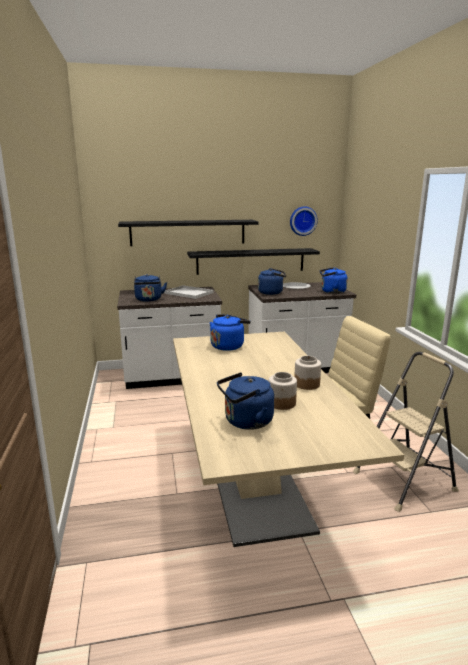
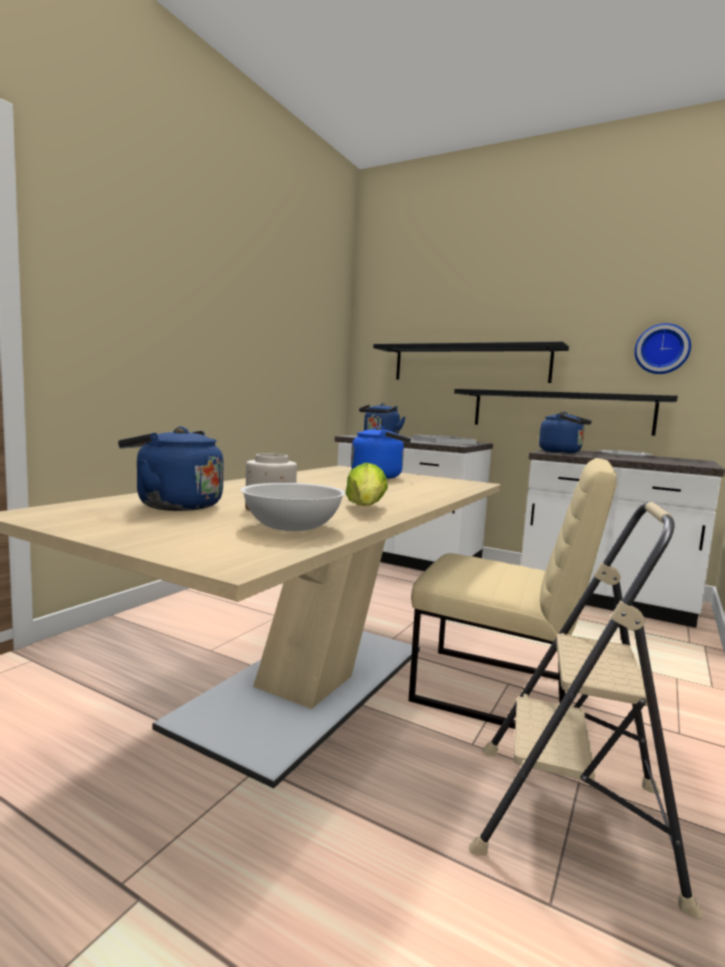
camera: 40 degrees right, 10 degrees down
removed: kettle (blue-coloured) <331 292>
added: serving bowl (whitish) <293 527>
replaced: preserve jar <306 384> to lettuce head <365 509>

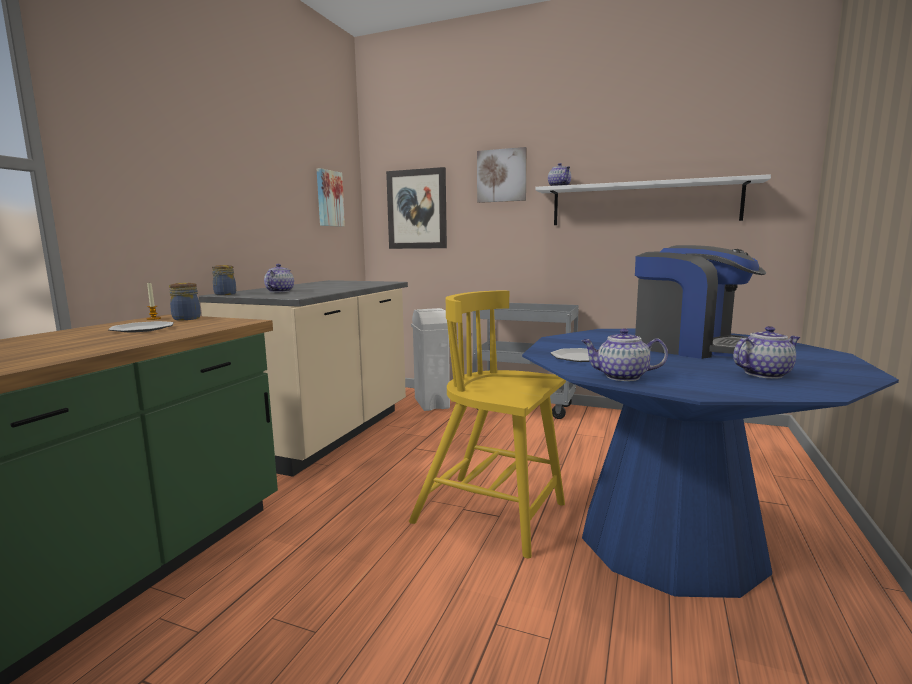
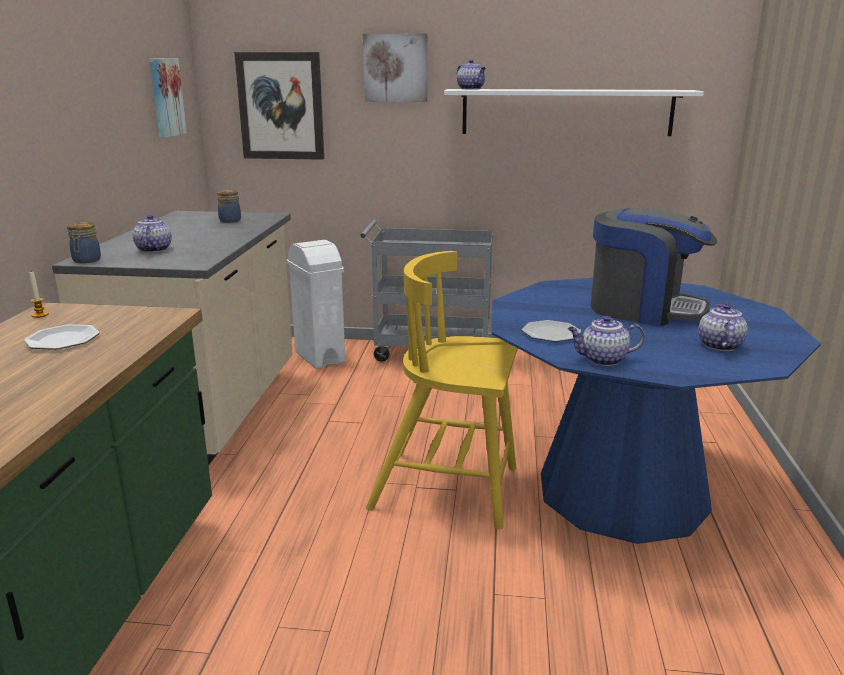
camera: 15 degrees left, 10 degrees up
moved: preserve jar <186 318> to <229 220>
turned: tea pot <764 374> = <719 345> 45 degrees counterclockwise

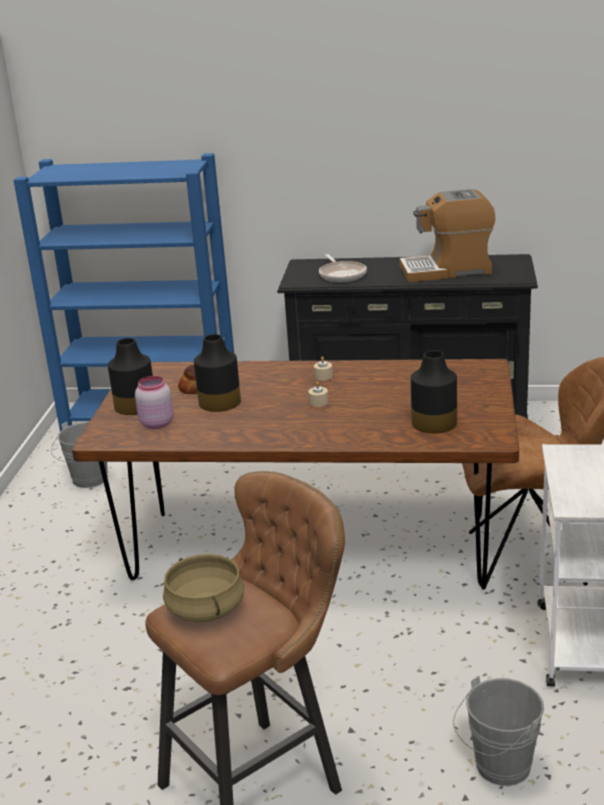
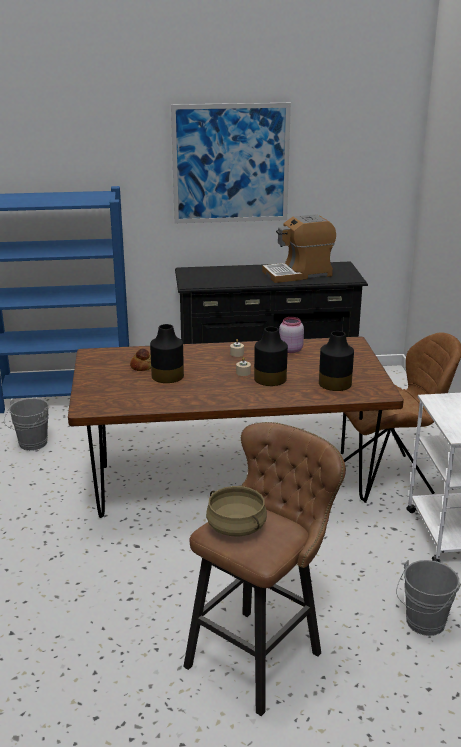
camera: 15 degrees left, 0 degrees up
removed: skillet <342 274>
added: wall art <231 164>
moved: decorative vase (blackish) <134 405> to <269 378>; preserve jar (pinkish) <156 423> to <290 350>

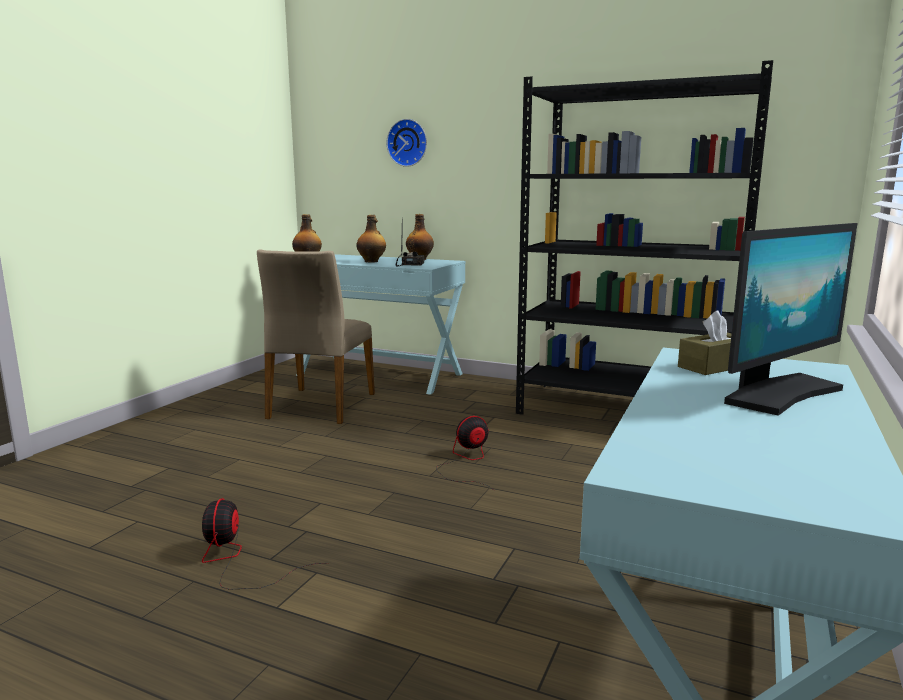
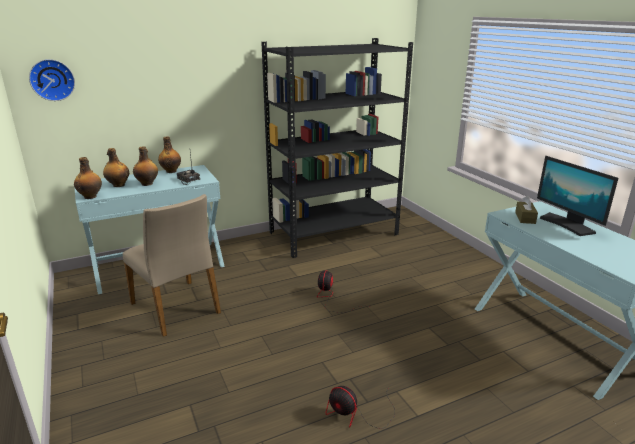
camera: 50 degrees left, 10 degrees up
added: beverage bottle <118 185>
moved: hanging clock <408 143> to <52 80>
turned: computer display <779 394> = <567 224> 150 degrees clockwise

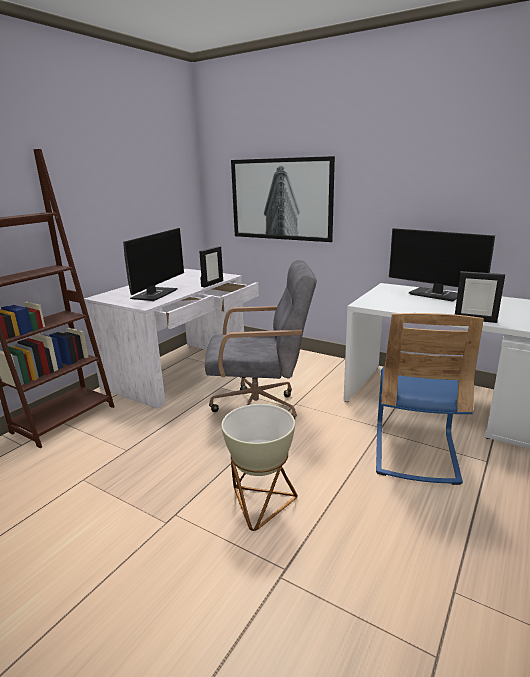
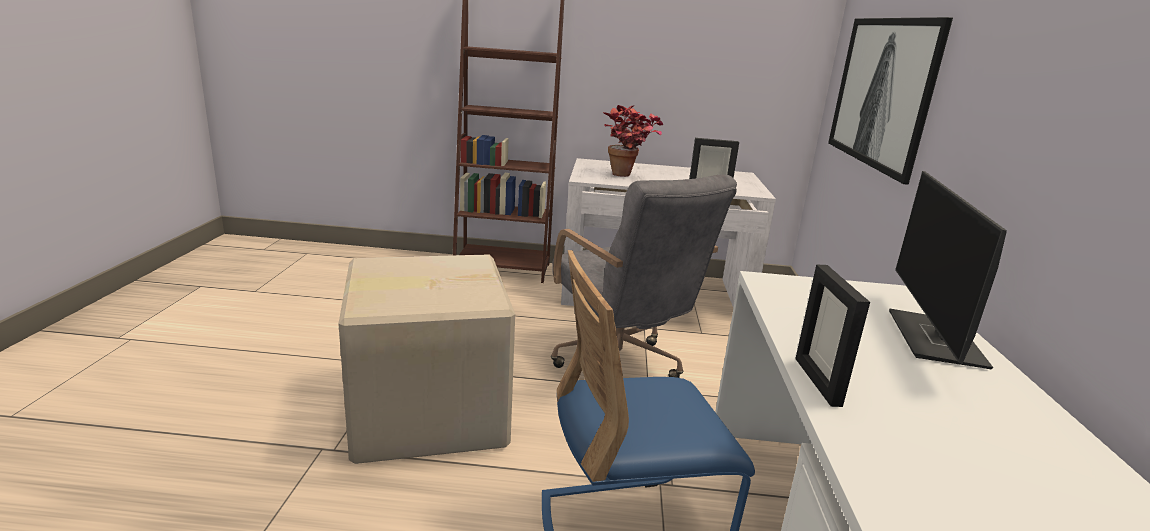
camera: 60 degrees right, 0 degrees up
replaced: plant pot <260 506> to packing box <426 411>; computer display <155 294> to houseplant <627 176>

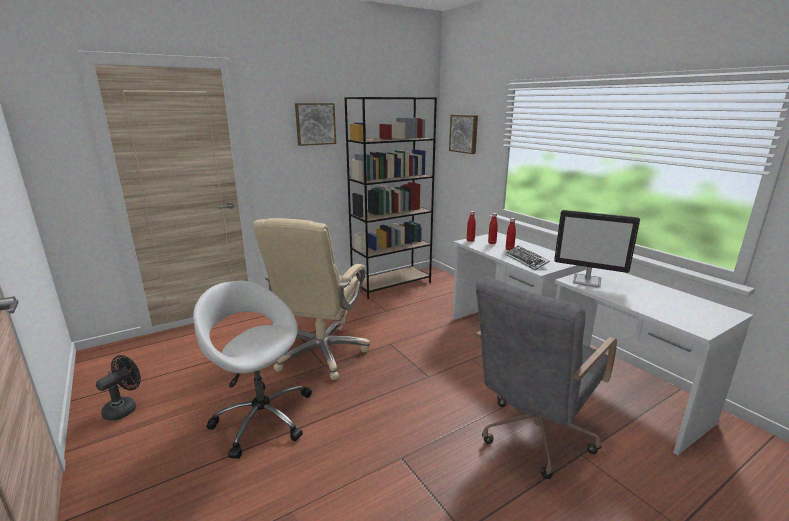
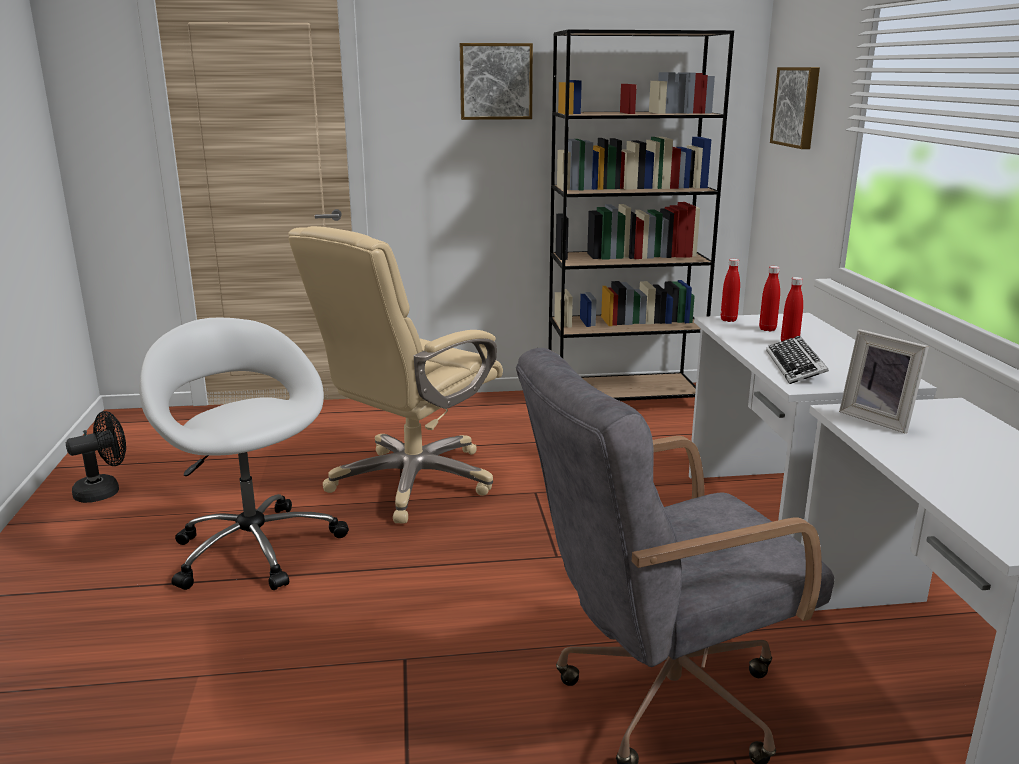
camera: 25 degrees right, 0 degrees up
replaced: computer display <587 281> to picture frame <879 419>

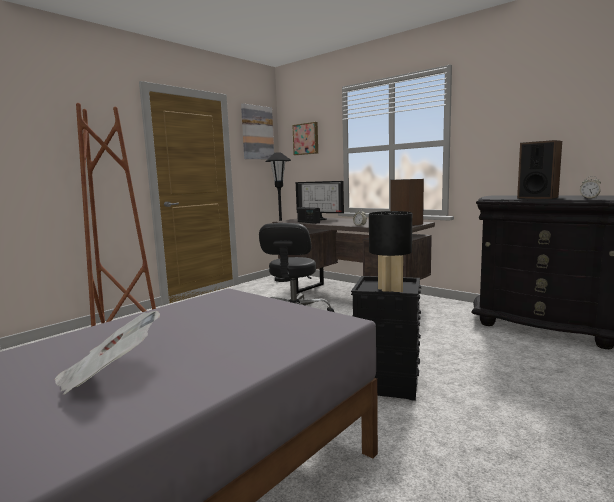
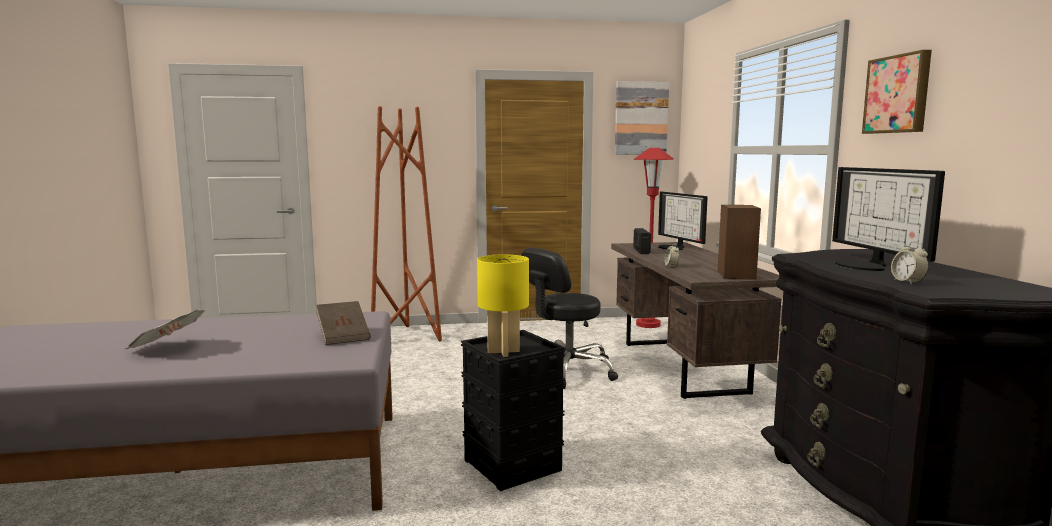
camera: 40 degrees right, 0 degrees up
added: book (brownish) <343 336>
moved: wall art <306 139> to <898 94>
replaced: loudspeaker <537 197> to computer display <865 265>
recoloured: lamp for a table (blackish) <390 290> to lamp for a table (yellowish) <503 352>; floor lamp (blackish) <283 279> to floor lamp (reddish) <648 324>

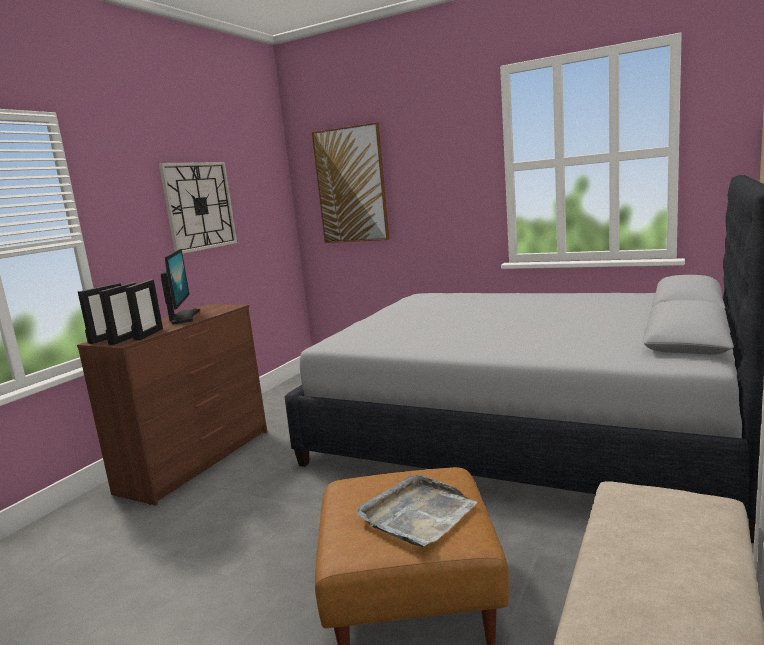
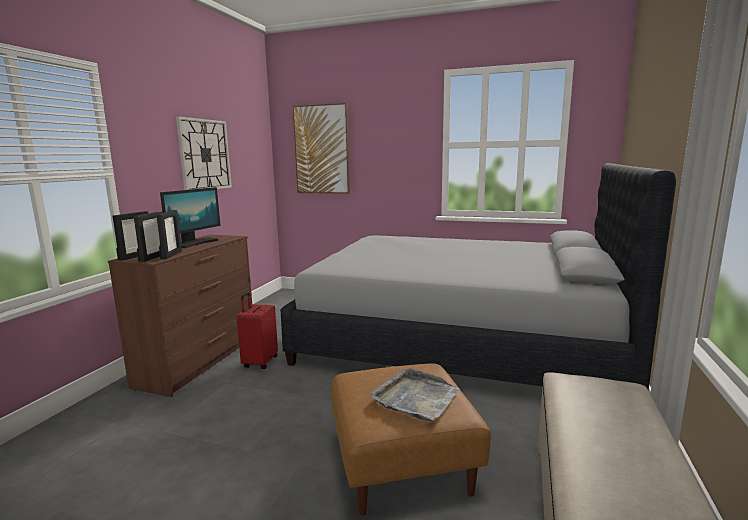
camera: 10 degrees left, 0 degrees up
added: travel case (reddish) <259 362>
turned: computer display <183 317> = <195 243> 45 degrees clockwise

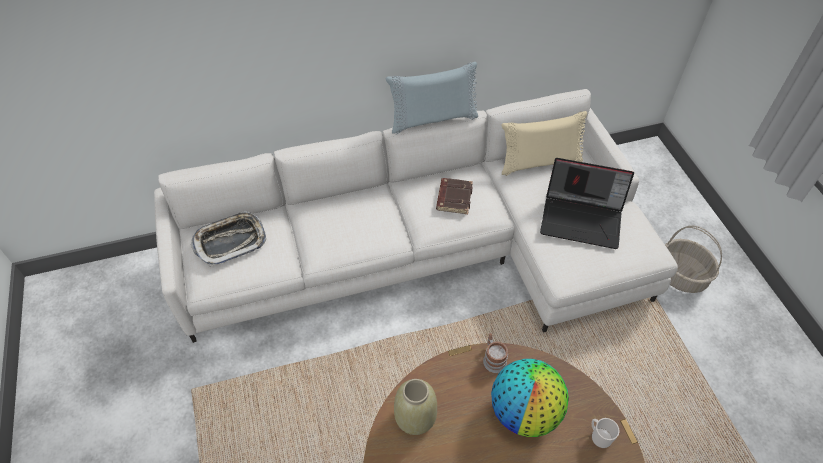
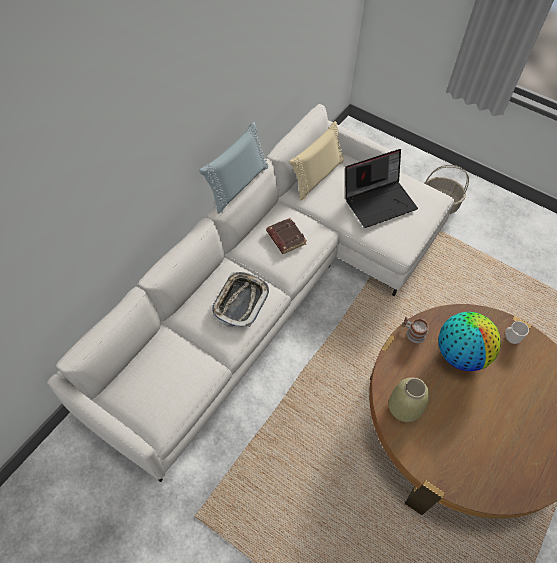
camera: 40 degrees left, 5 degrees up
moved: serving tray <230 241> to <240 301>

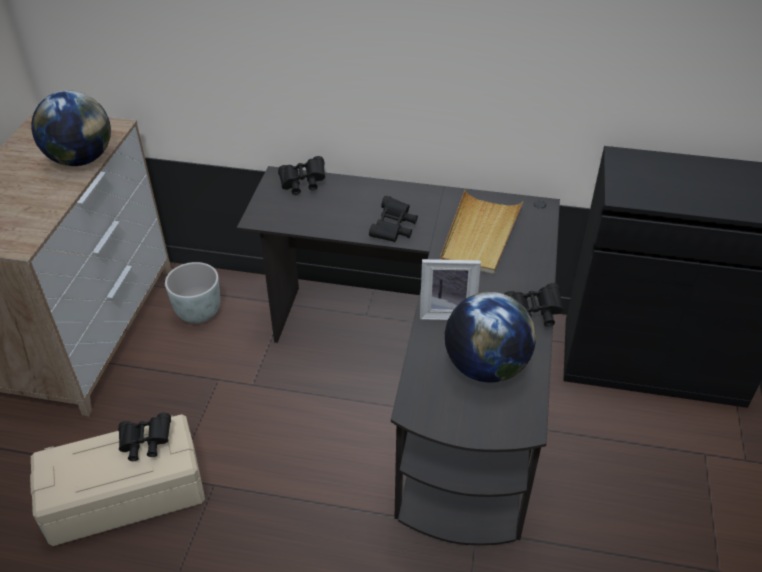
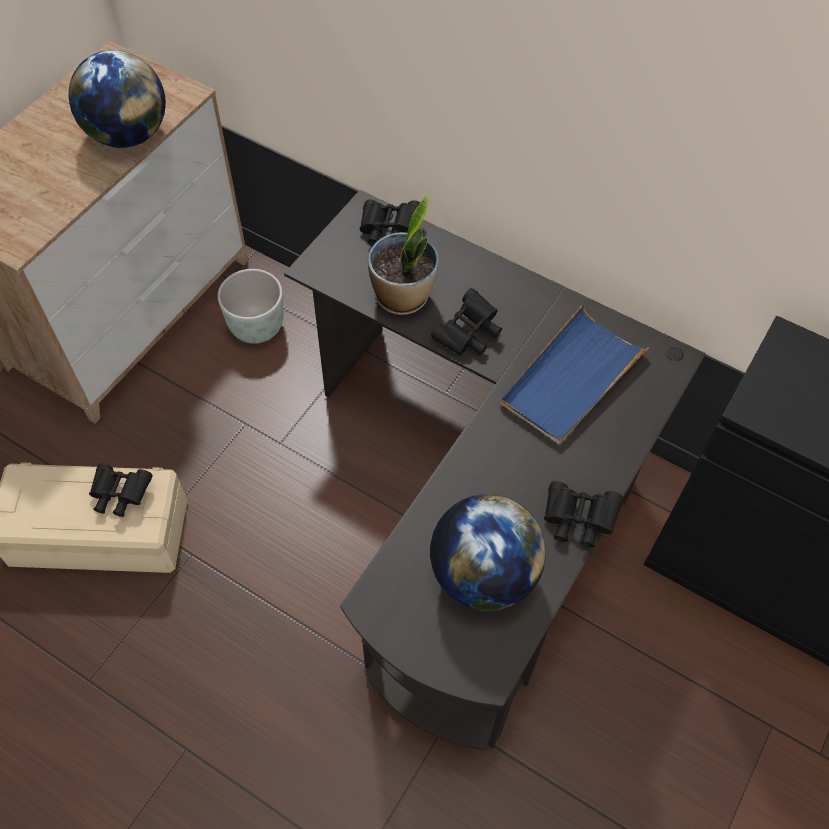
camera: 20 degrees right, 15 degrees up
removed: picture frame <447 311>
added: houseplant <403 296>
recoloured: serving tray (sand-coloured) <480 235> to serving tray (blue-coloured) <571 378>

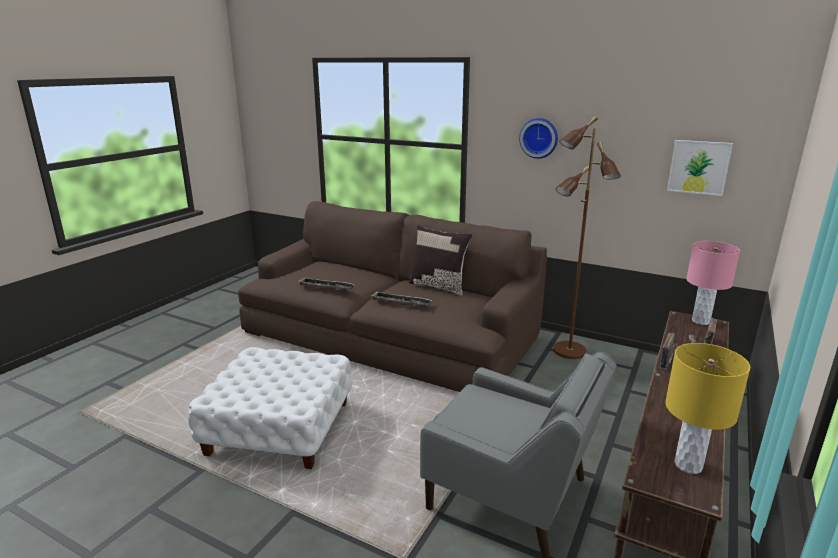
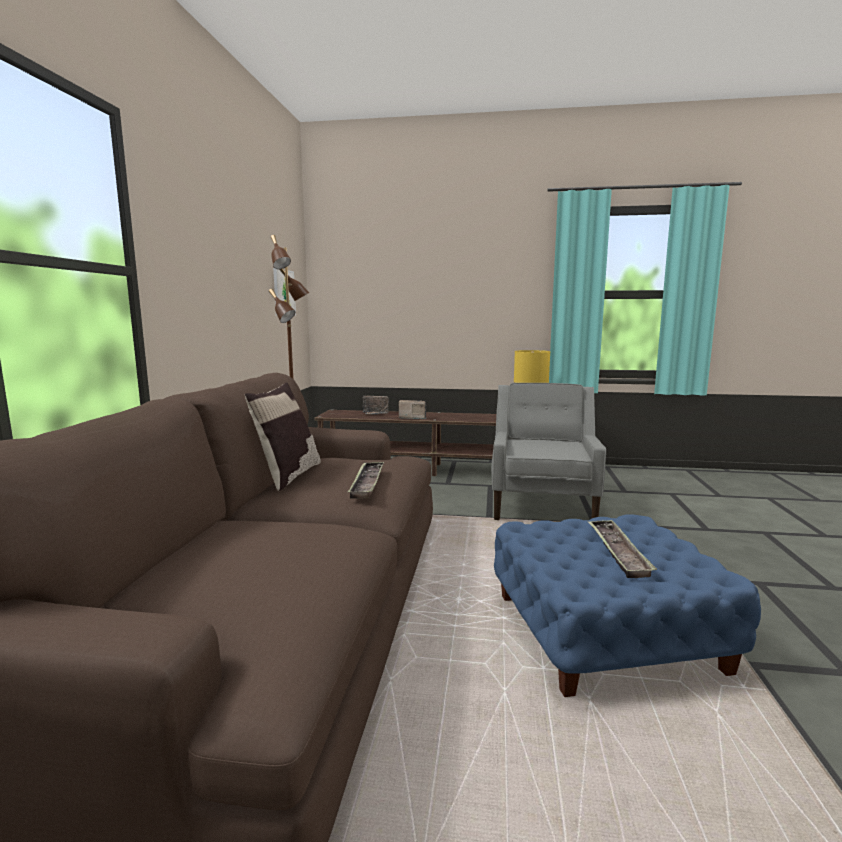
camera: 110 degrees left, 10 degrees down
removed: hanging clock <539 138>; lamp for a table (pinkish) <700 321>
moved: serving tray <326 287> to <617 552>
recoloured: footrest (whitish) <279 428> to footrest (blue-coloured) <605 632>

